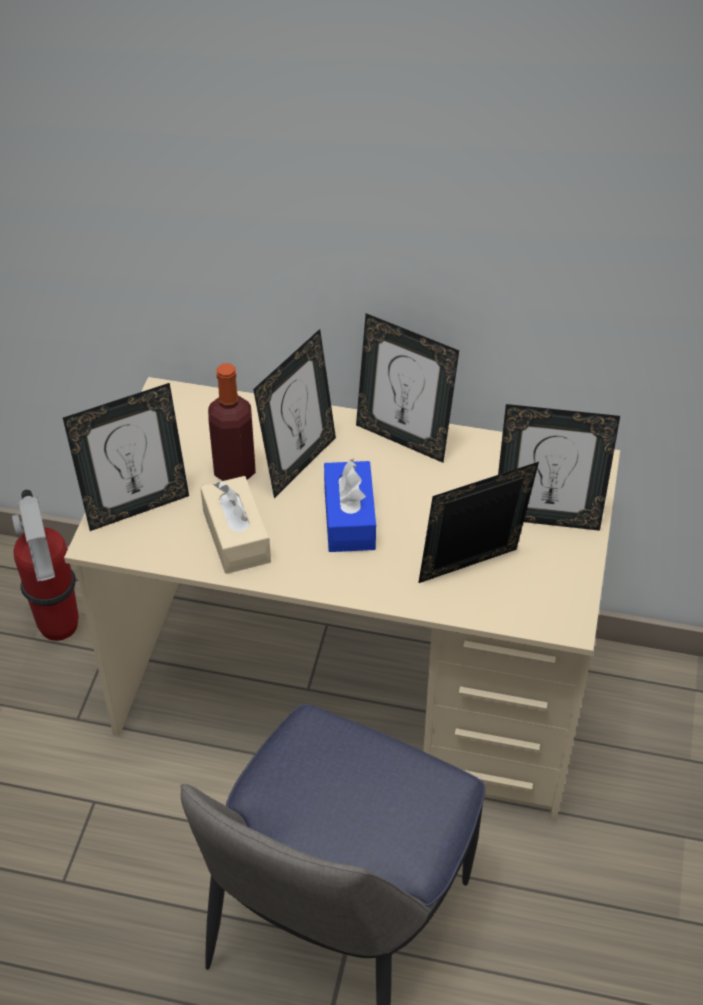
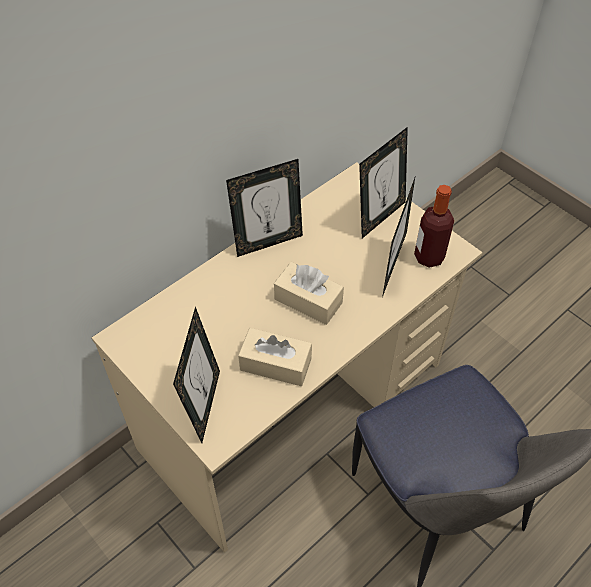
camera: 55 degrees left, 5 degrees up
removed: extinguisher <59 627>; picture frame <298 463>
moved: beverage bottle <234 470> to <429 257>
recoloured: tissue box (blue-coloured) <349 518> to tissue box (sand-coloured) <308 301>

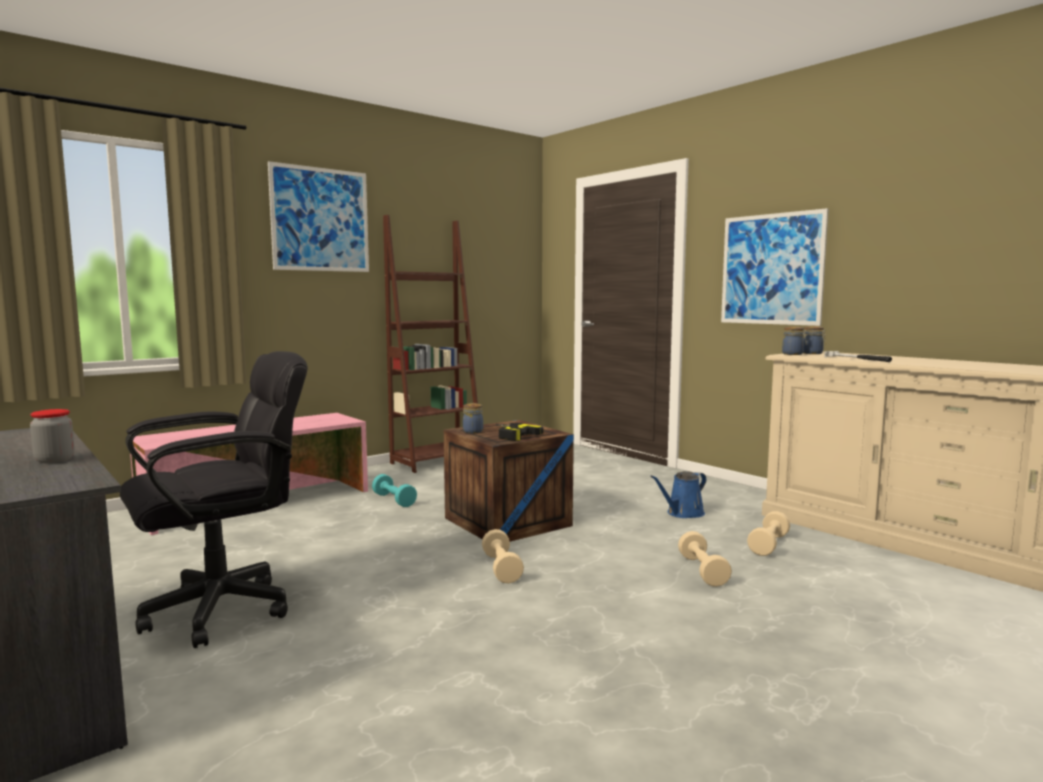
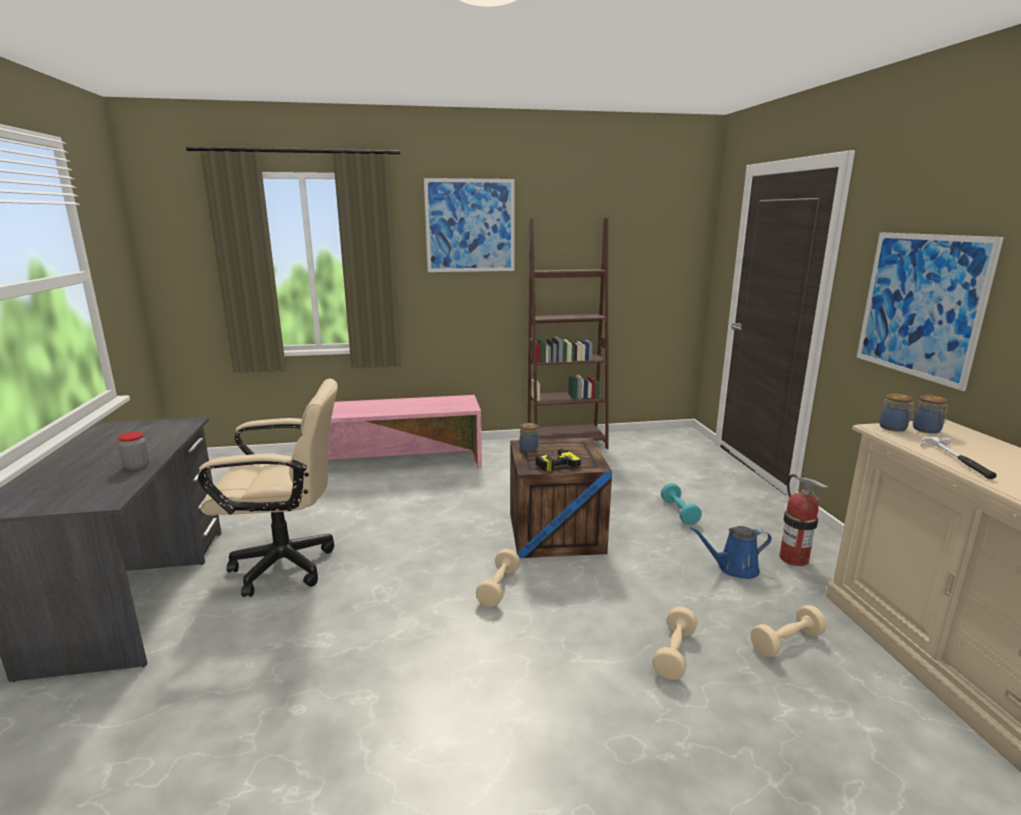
camera: 30 degrees right, 10 degrees up
added: extinguisher <793 558>
moved: dumbbell (blue-green) <394 500> to <679 512>
recoloured: office chair (blackish) <226 609> to office chair (sand-coloured) <290 566>

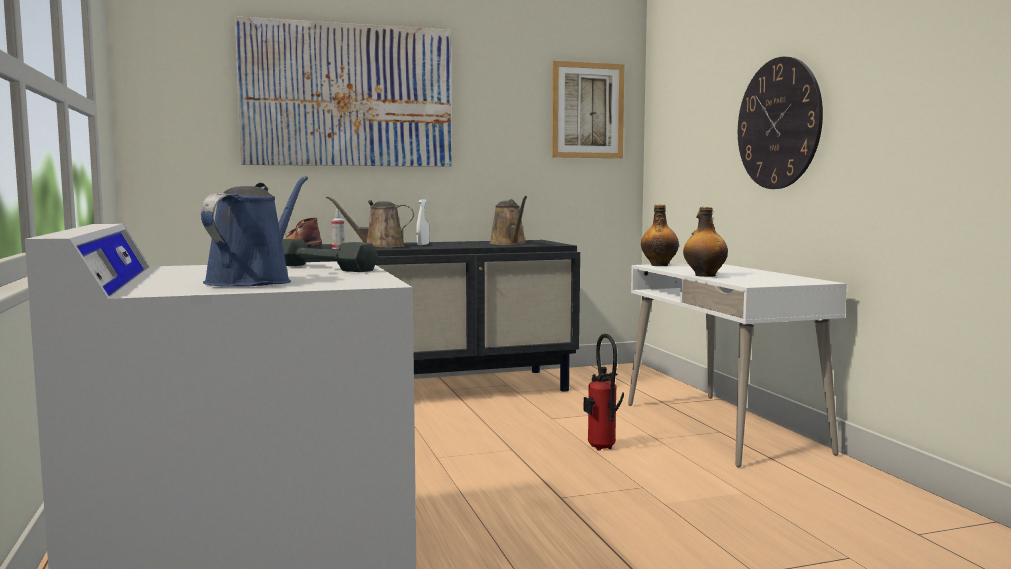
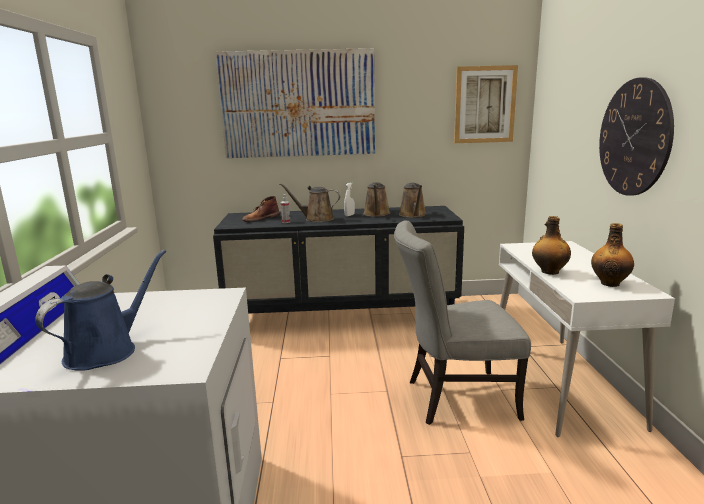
camera: 15 degrees right, 10 degrees up
removed: dumbbell (greyish) <322 268>
added: watering pot (brownish) <376 214>
moved: beverage bottle <659 265> to <610 283>
replaced: extinguisher <602 449> to chair (greyish) <454 398>

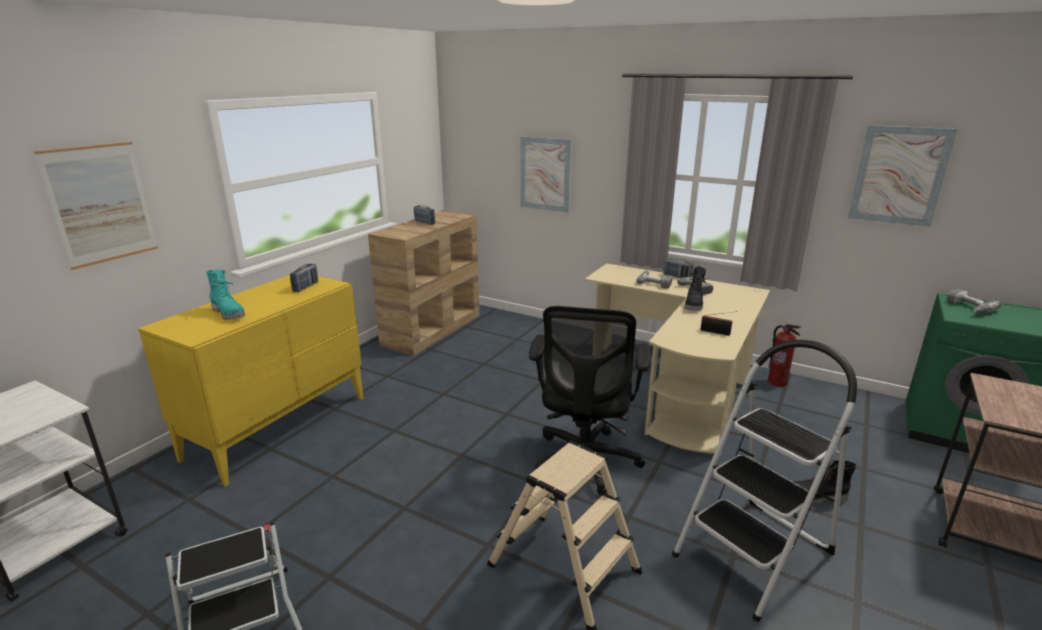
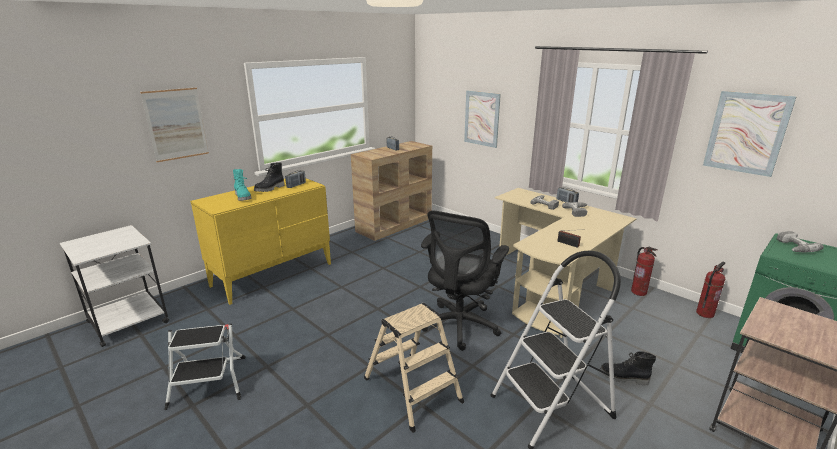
camera: 15 degrees right, 0 degrees up
added: extinguisher <704 313>
moved: tall boot (blackish) <694 305> to <270 189>

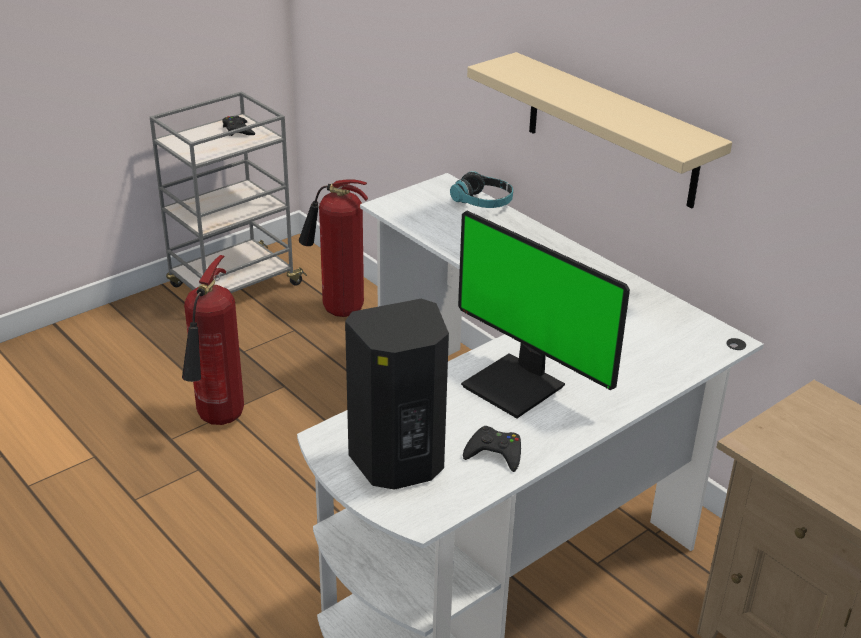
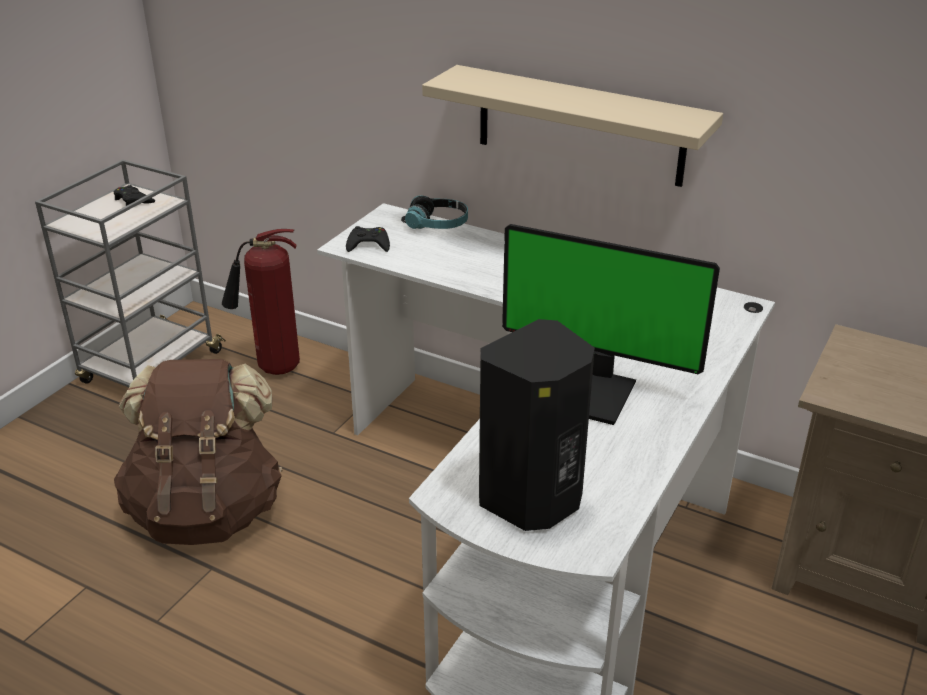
camera: 20 degrees left, 0 degrees up
moved: joypad (blackish) <494 453> to <368 245>
replaced: extinguisher <219 420> to backpack (brownish) <207 511>

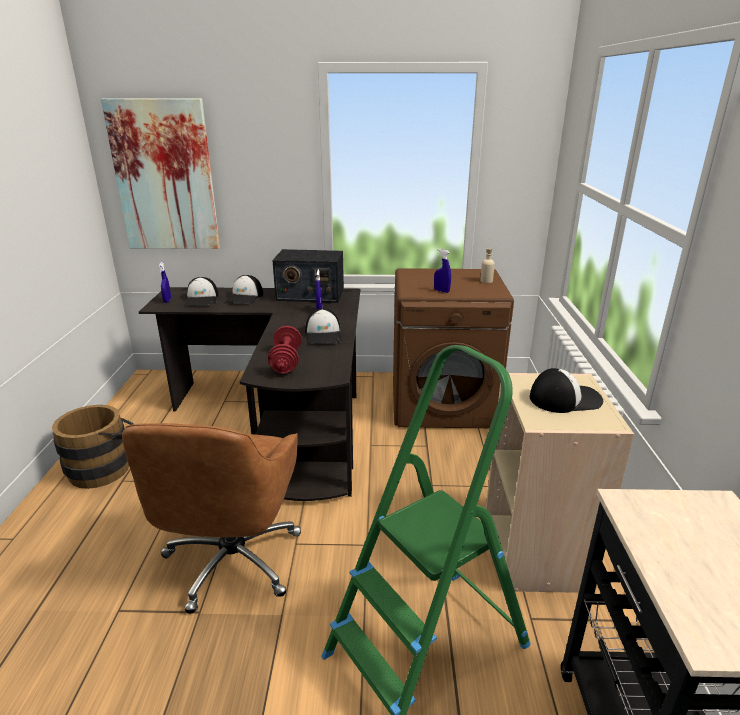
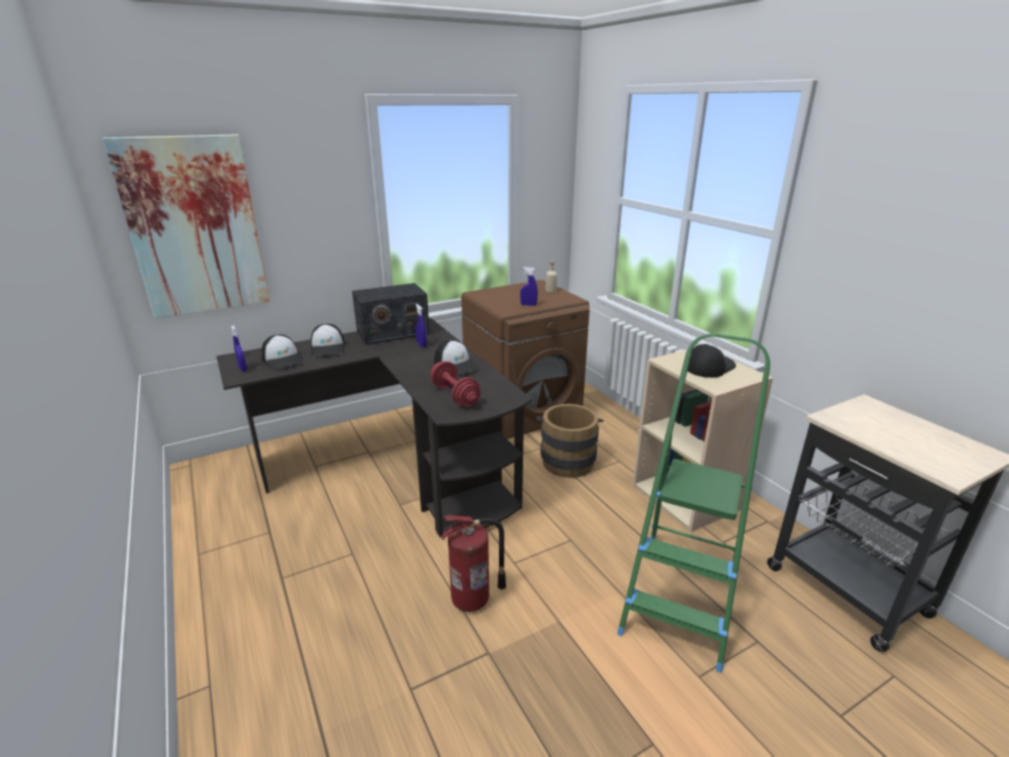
camera: 30 degrees left, 0 degrees up
moved: bucket (brownish) <105 467> to <567 459>
replaced: office chair (brownish) <232 560> to extinguisher <473 599>

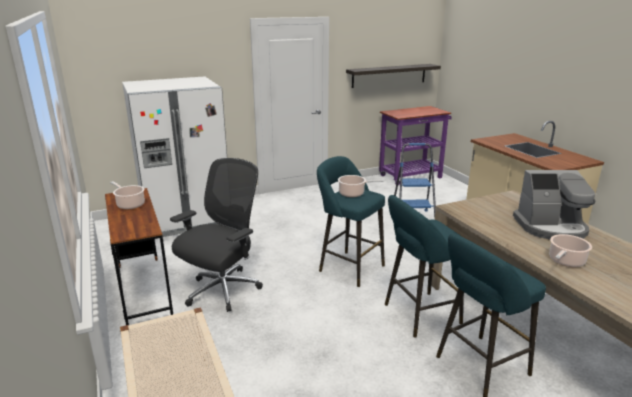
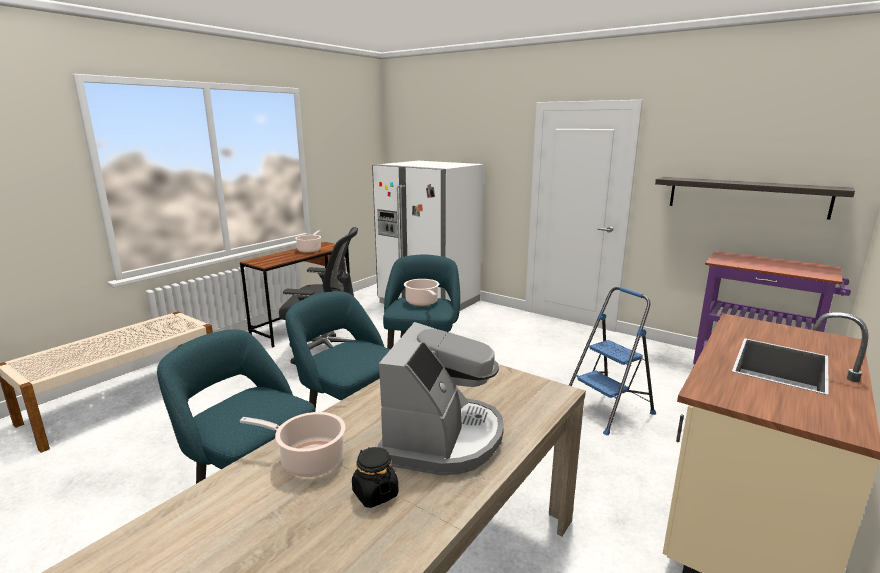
camera: 60 degrees right, 5 degrees down
added: preserve jar (blackish) <375 493>
turned: coffee machine <551 227> = <443 438> 135 degrees counterclockwise

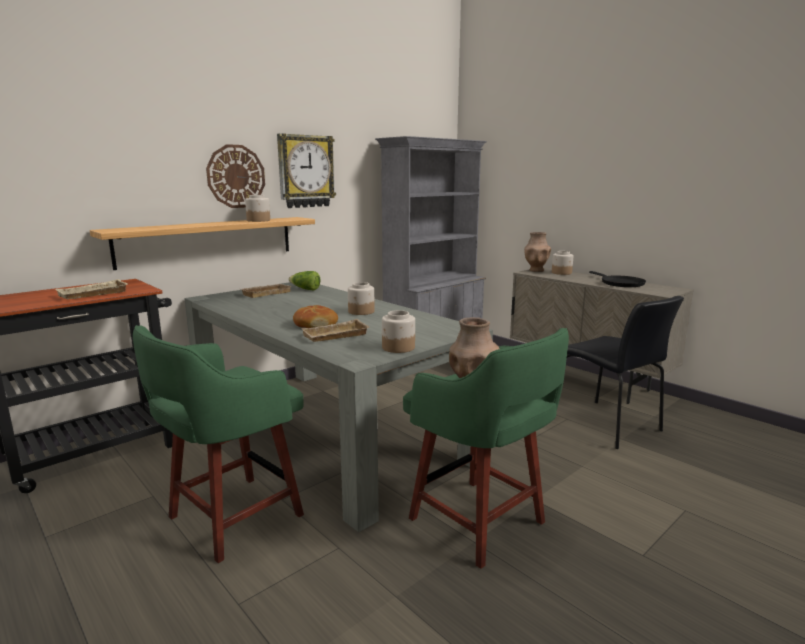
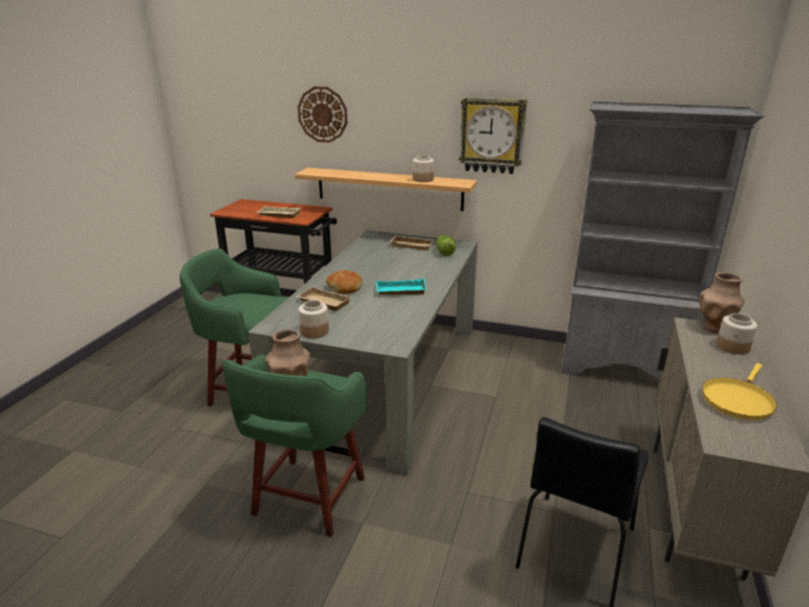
camera: 60 degrees right, 10 degrees up
moved: hanging clock <236 176> to <322 114>
replaced: preserve jar <361 312> to serving tray (blue-green) <400 291>
recoloured: skillet (blackish) <620 283> to skillet (yellowish) <737 400>

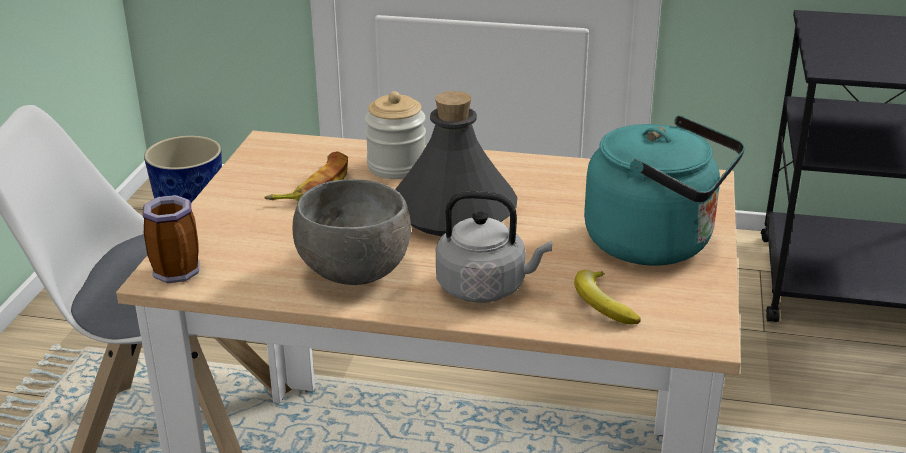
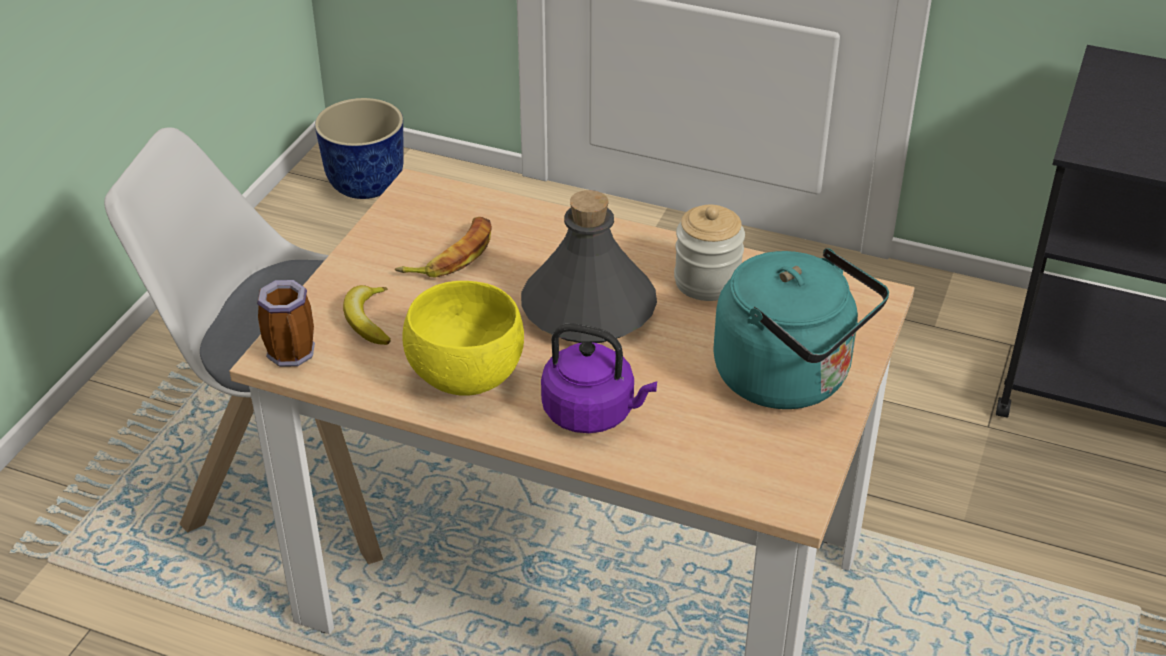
camera: 10 degrees right, 10 degrees up
moved: banana fruit <601 304> to <368 320>; preserve jar <396 166> to <707 281>
recoloured: serving bowl (greyish) <356 273> to serving bowl (yellowish) <467 378>; kettle (greyish) <486 288> to kettle (purple-coloured) <593 413>

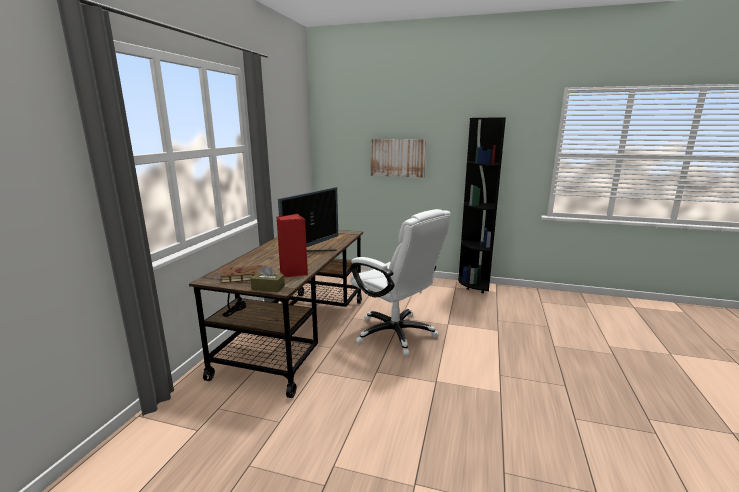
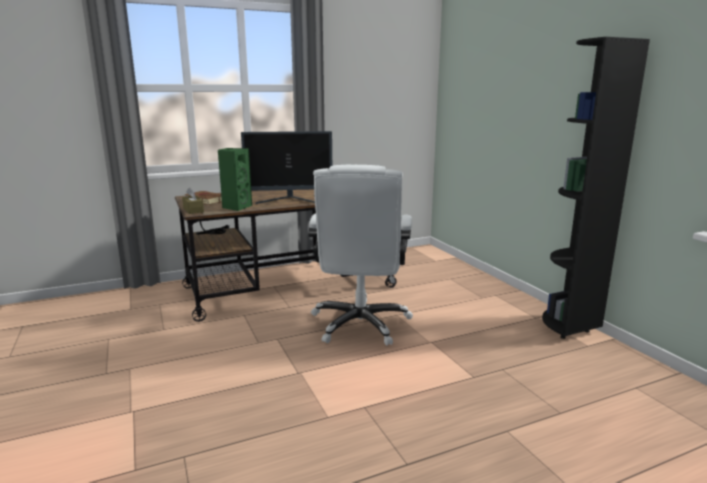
camera: 50 degrees right, 0 degrees up
removed: wall art <397 157>
recoloured: loudspeaker (reddish) <293 273> to loudspeaker (green-coloured) <236 207>

